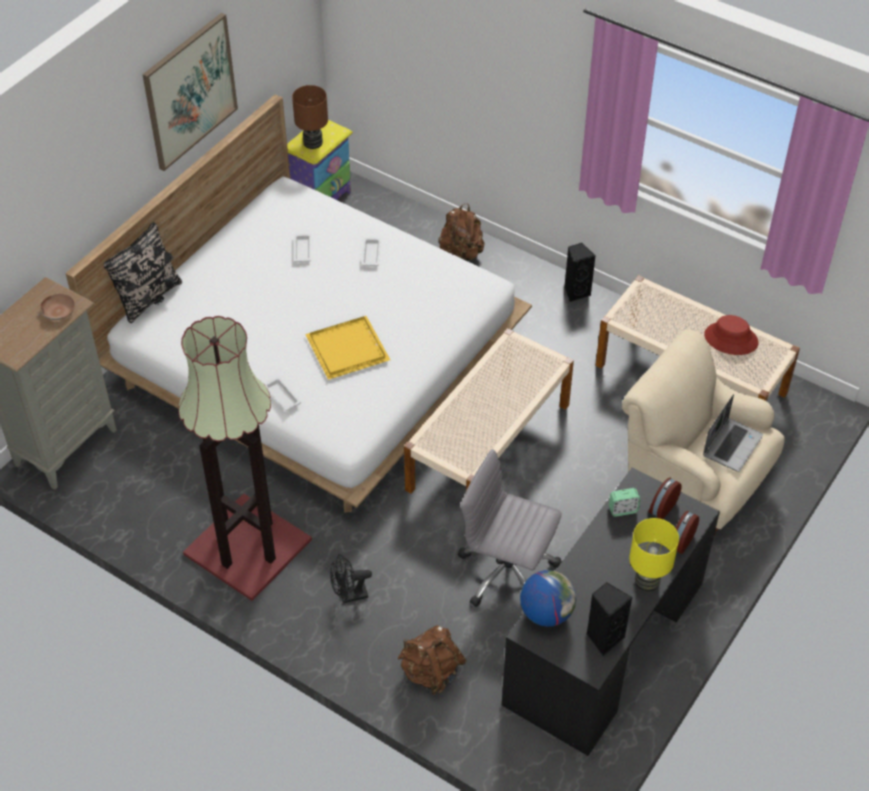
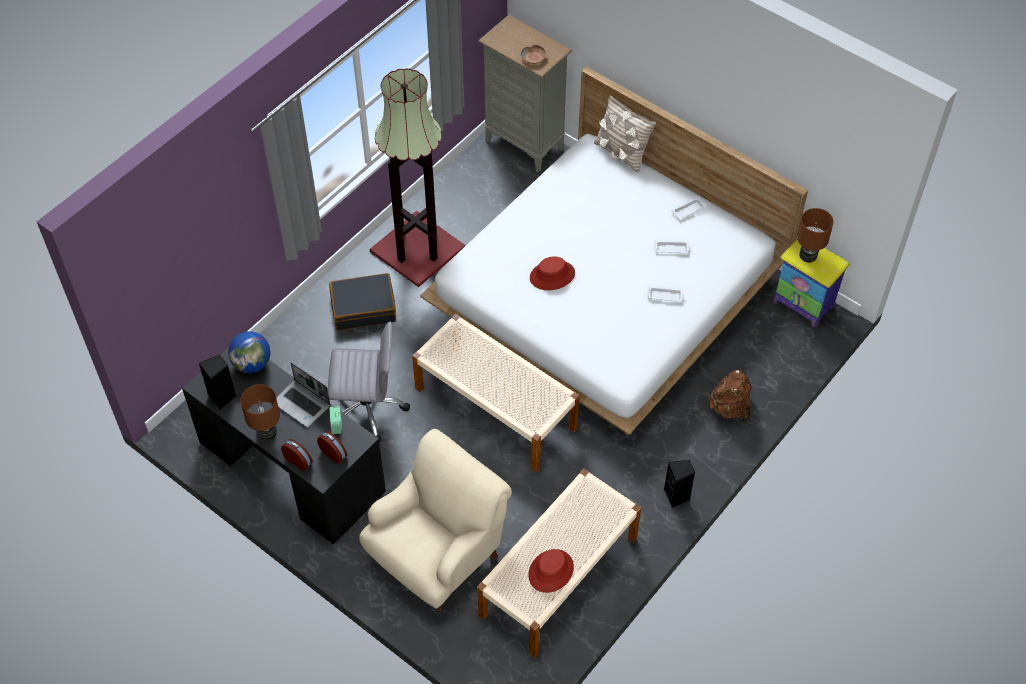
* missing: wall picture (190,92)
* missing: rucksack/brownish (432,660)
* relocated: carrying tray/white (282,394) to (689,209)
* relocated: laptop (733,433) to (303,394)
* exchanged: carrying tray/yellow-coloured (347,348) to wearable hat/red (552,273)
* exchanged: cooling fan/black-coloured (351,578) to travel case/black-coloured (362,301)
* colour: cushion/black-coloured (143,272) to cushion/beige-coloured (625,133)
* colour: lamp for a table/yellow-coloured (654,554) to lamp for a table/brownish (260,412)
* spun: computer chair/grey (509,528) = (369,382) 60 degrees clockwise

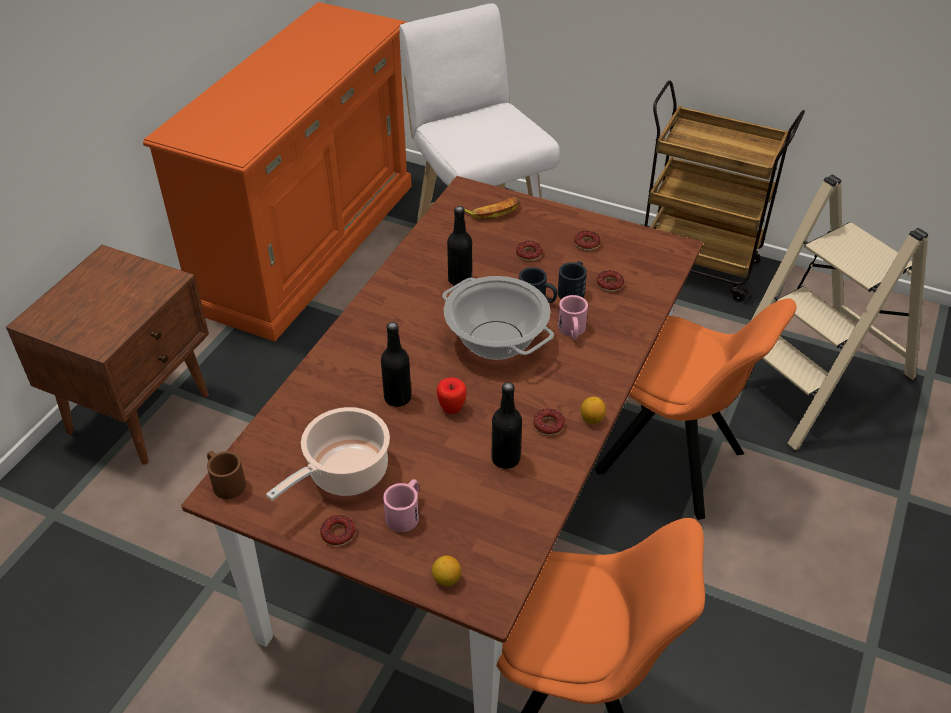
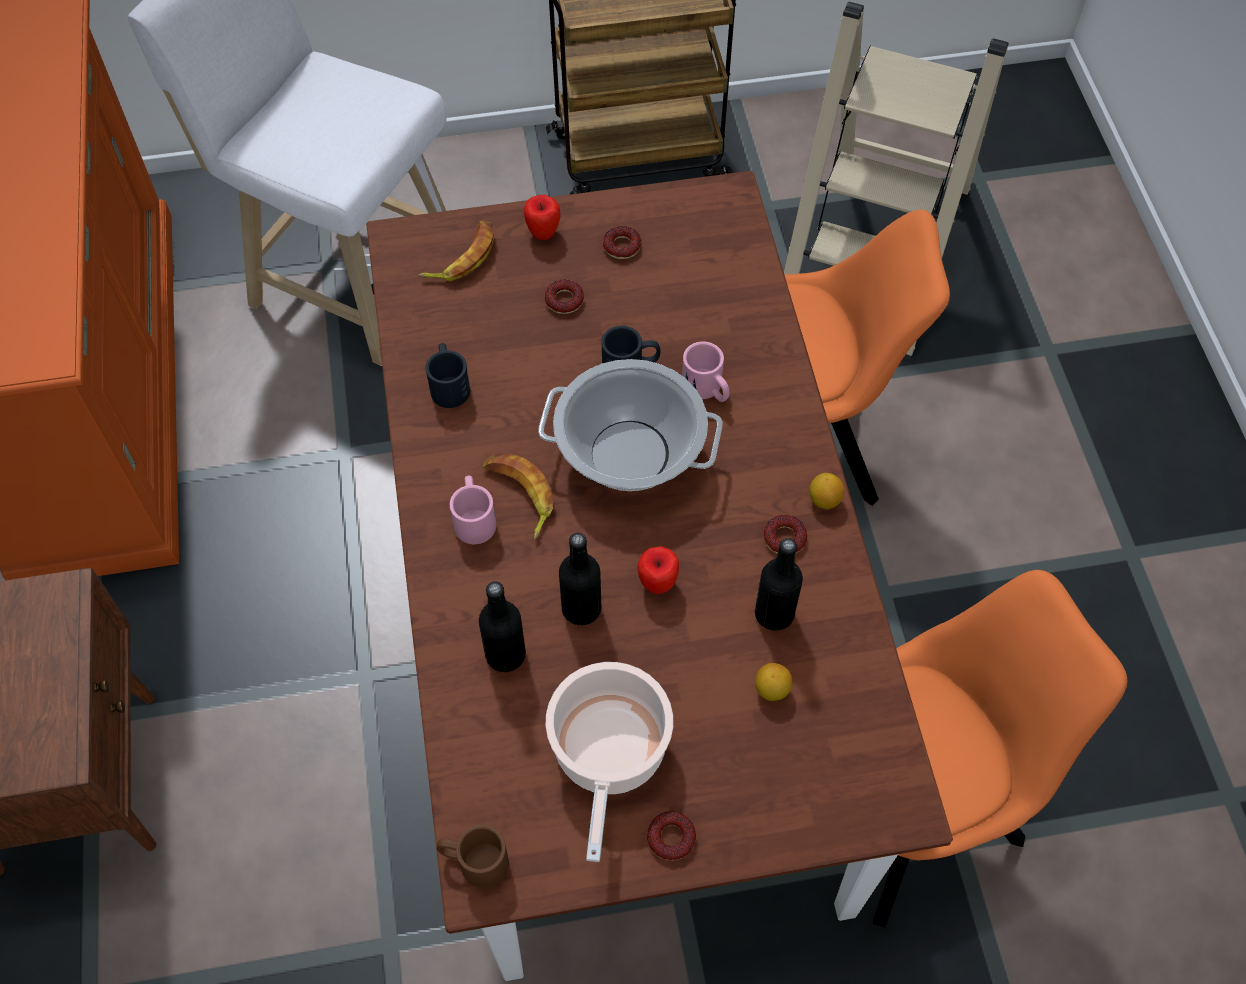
* missing: donut (610,281)
* appeared: banana fruit (517,496)
* appeared: apple (542,217)
* relocated: mug/pinkish (401,505) to (473,510)
* relocated: citrus fruit (446,571) to (773,682)
* relocated: drink bottle/black-coloured (459,246) to (502,626)
* relocated: mug/black-coloured (572,280) to (448,375)

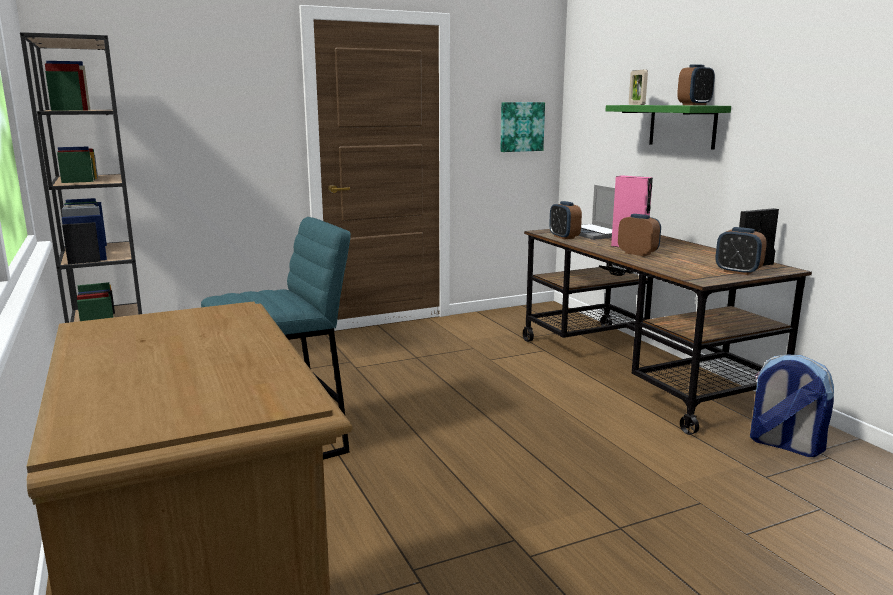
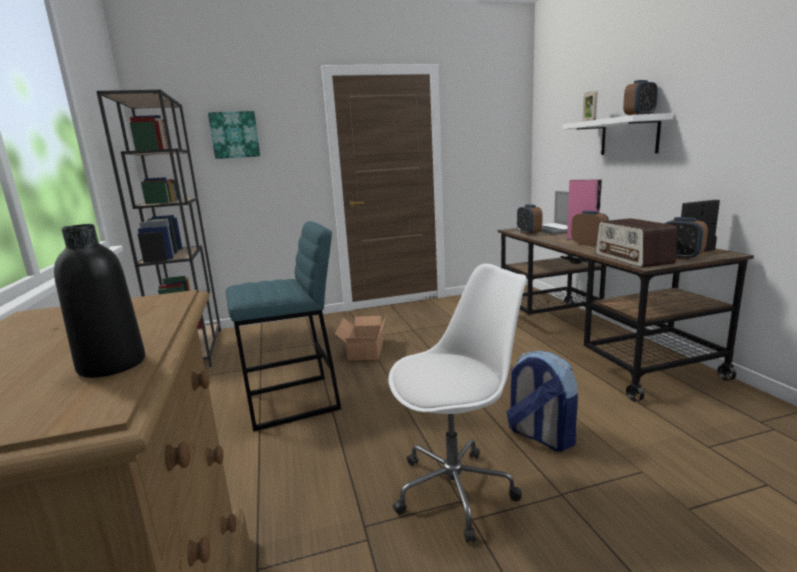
* appeared: drink bottle/black-coloured (99,301)
* appeared: carton (360,338)
* appeared: computer chair/white (457,403)
* appeared: radio set (636,243)
* relocated: wall picture (522,127) to (234,135)
* relocated: rucksack (792,405) to (542,401)
* colour: bracket shelf/green-coloured (668,127) to bracket shelf/white (618,134)

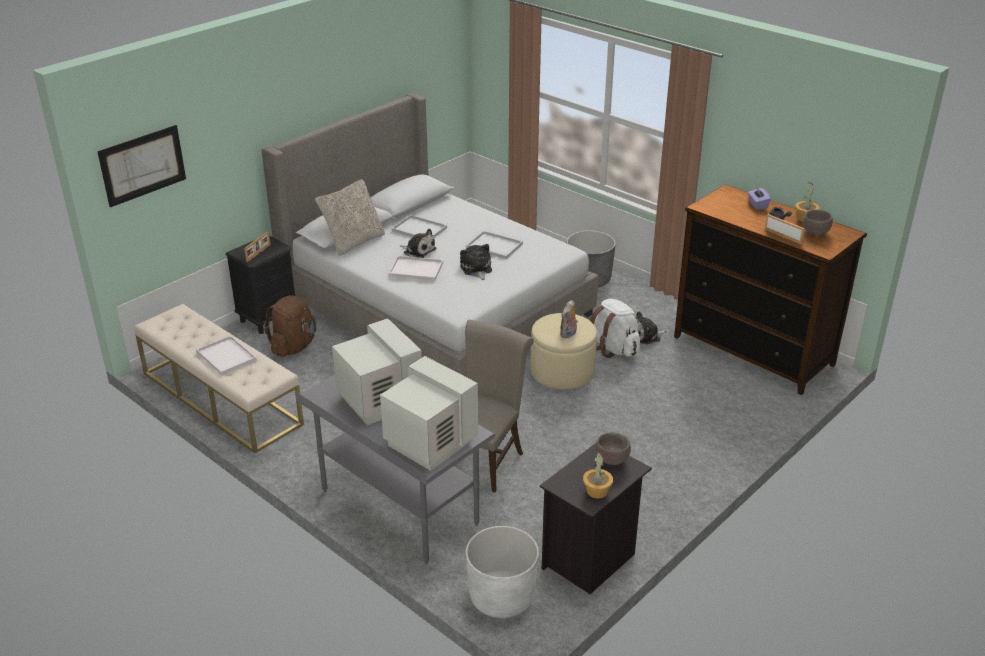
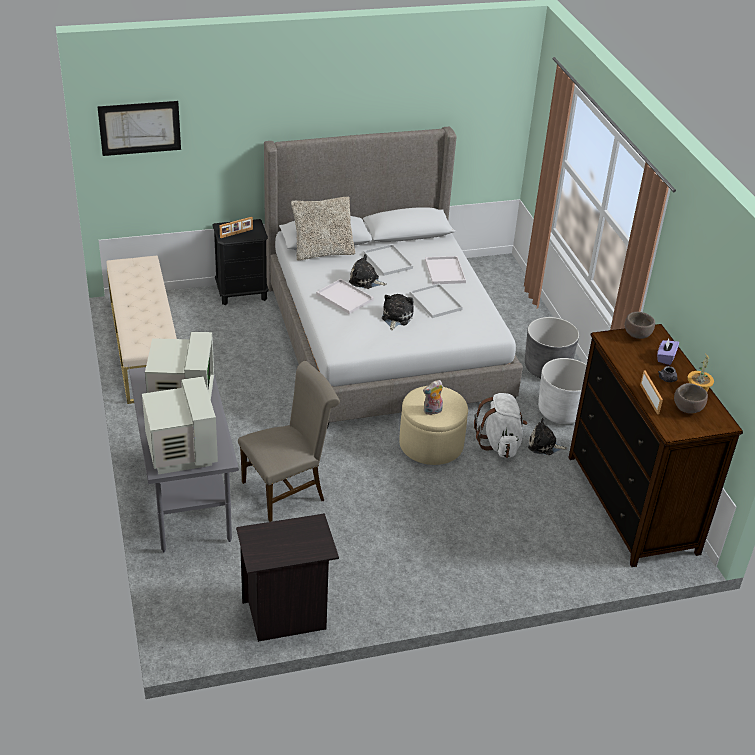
* missing: rucksack/brownish (290,326)
* missing: plant in a pot (598,476)
* relocated: carrying tray/white (226,355) to (445,270)
* relocated: plant pot/white (502,572) to (562,391)
* relocated: deep dish/brownish (613,448) to (640,325)
* spun: cuddly toy (418,243) = (368,271) 135 degrees clockwise

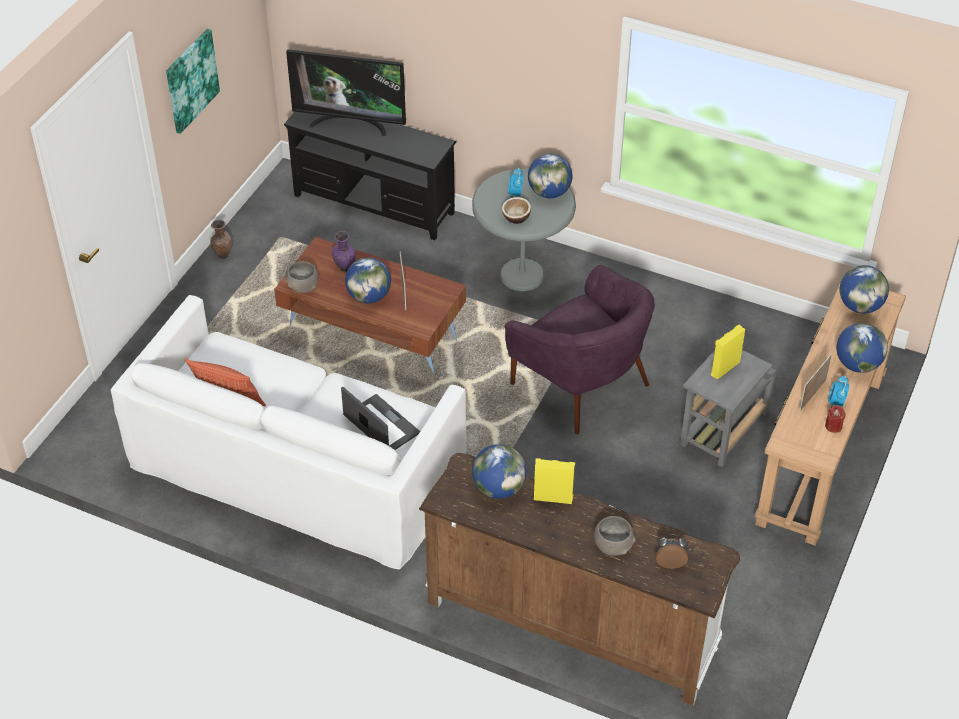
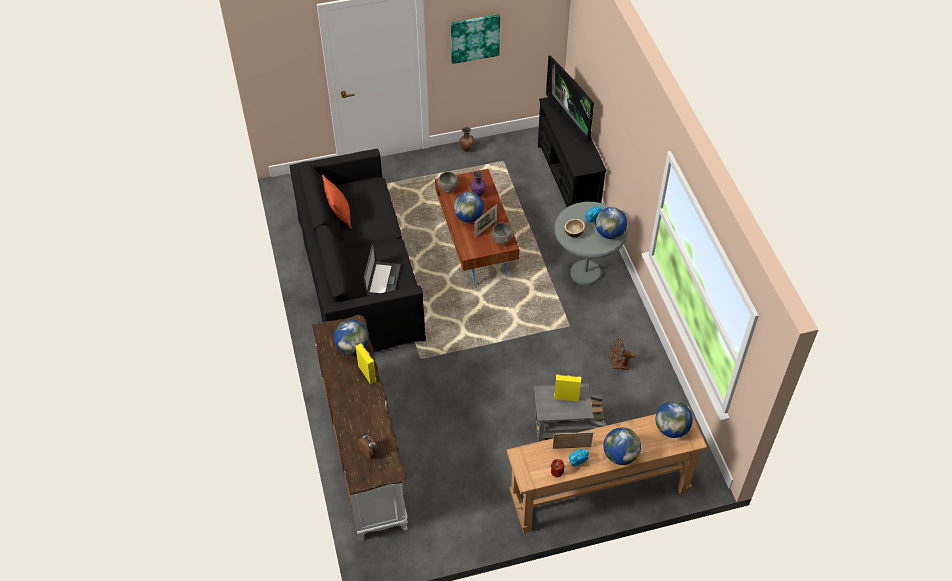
* missing: lounge chair/purplish (580,350)
* appeared: cooling fan/brownish (622,354)
* relocated: deep dish/grey (615,536) to (502,233)
* colour: sofa/white (289,432) to sofa/black-coloured (358,250)

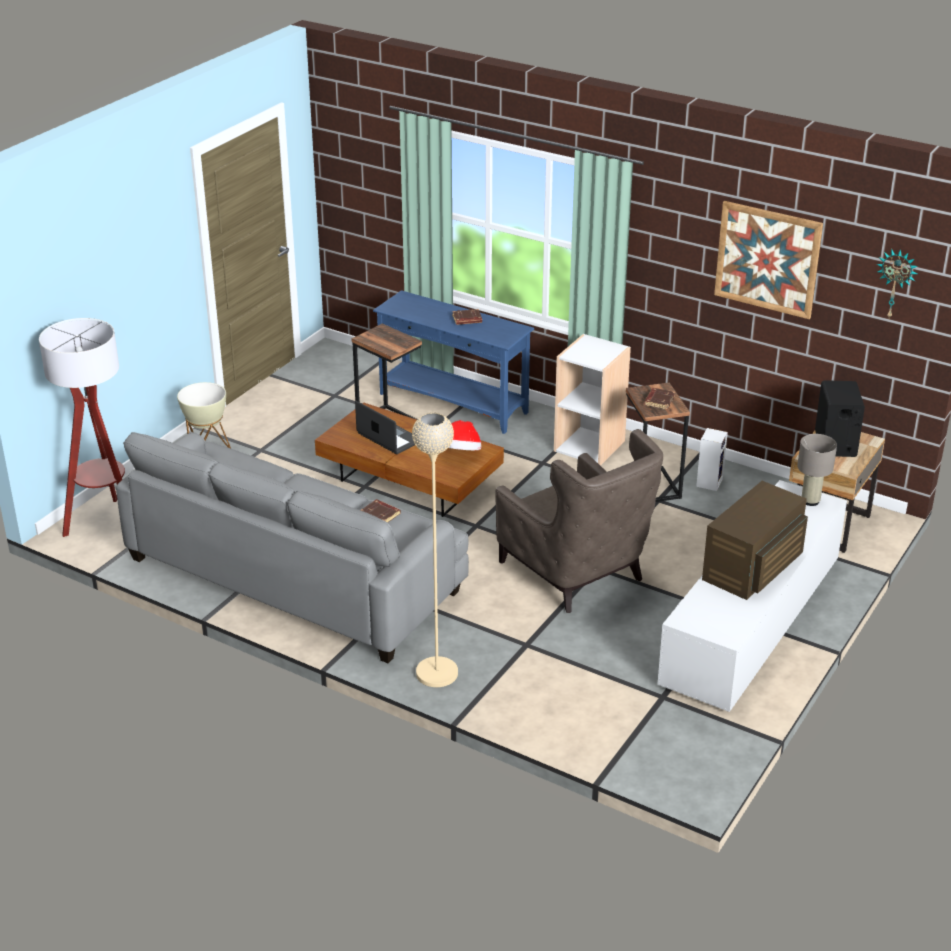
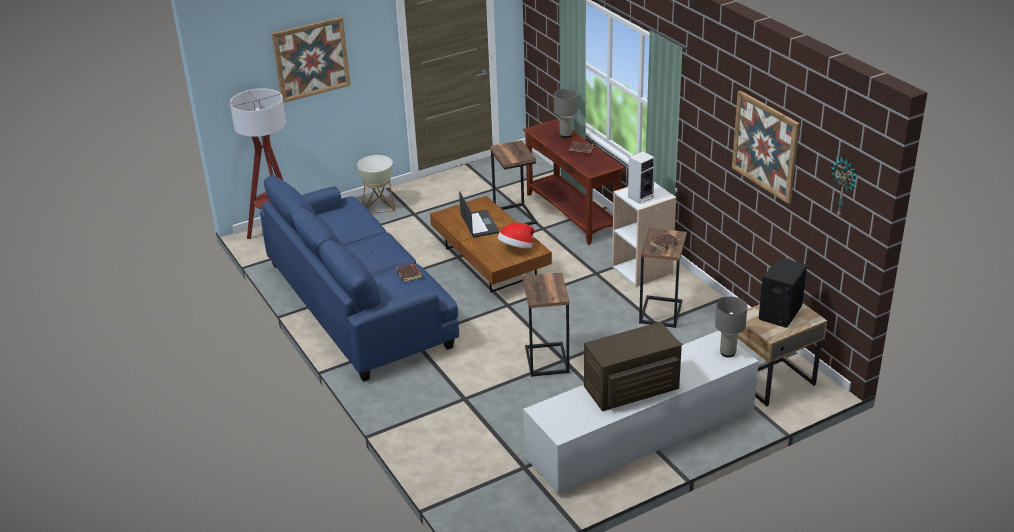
* missing: standing lamp/beige-coloured (435,549)
* appeared: wall picture (311,60)
* appeared: lamp for a table/grey (566,113)
* relocated: speaker (712,459) to (641,177)
* exchanged: lounge chair/grey (579,521) to accent table (546,325)
* colour: sofa/grey (292,547) to sofa/blue-coloured (359,278)
* colour: hall table/blue-coloured (453,362) to hall table/brownish (573,182)

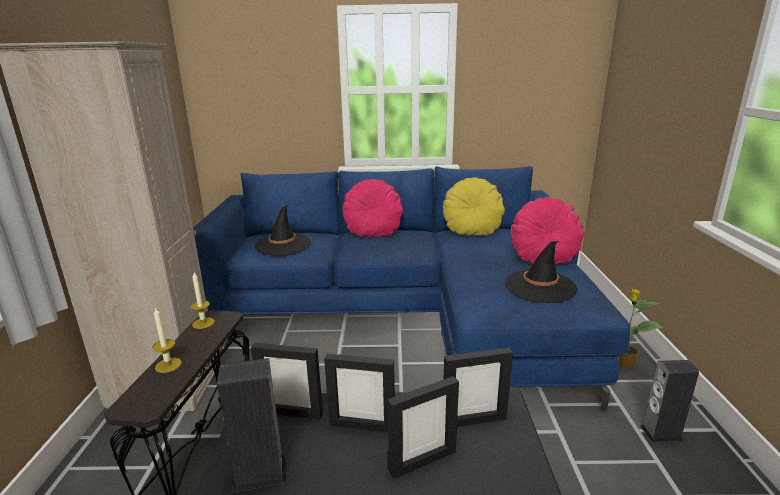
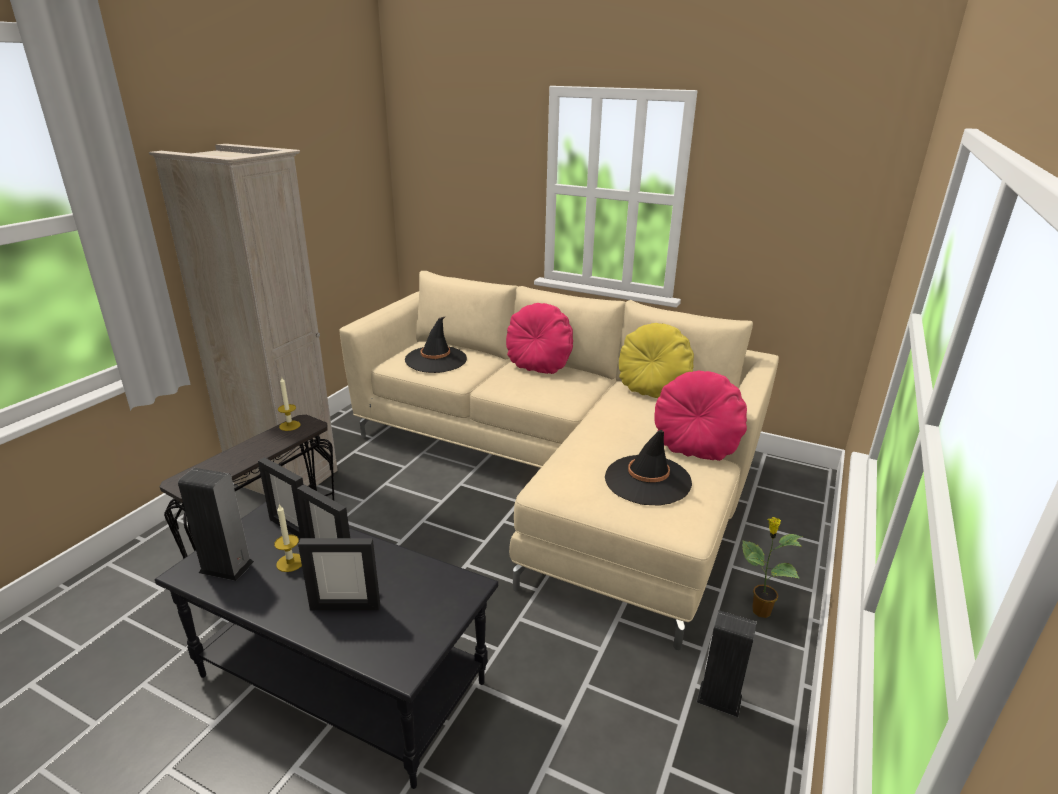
* missing: picture frame (478,387)
* relocated: candle (167,340) to (288,537)
* colour: sofa/blue-coloured (411,288) to sofa/beige-coloured (559,460)

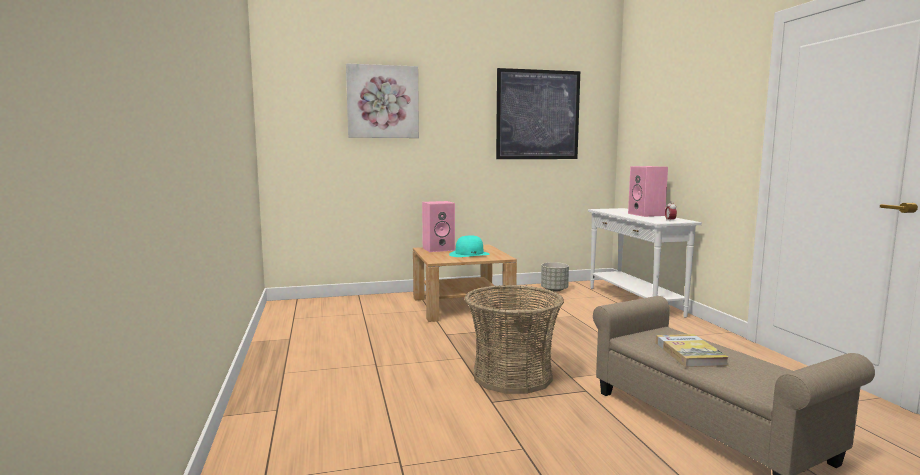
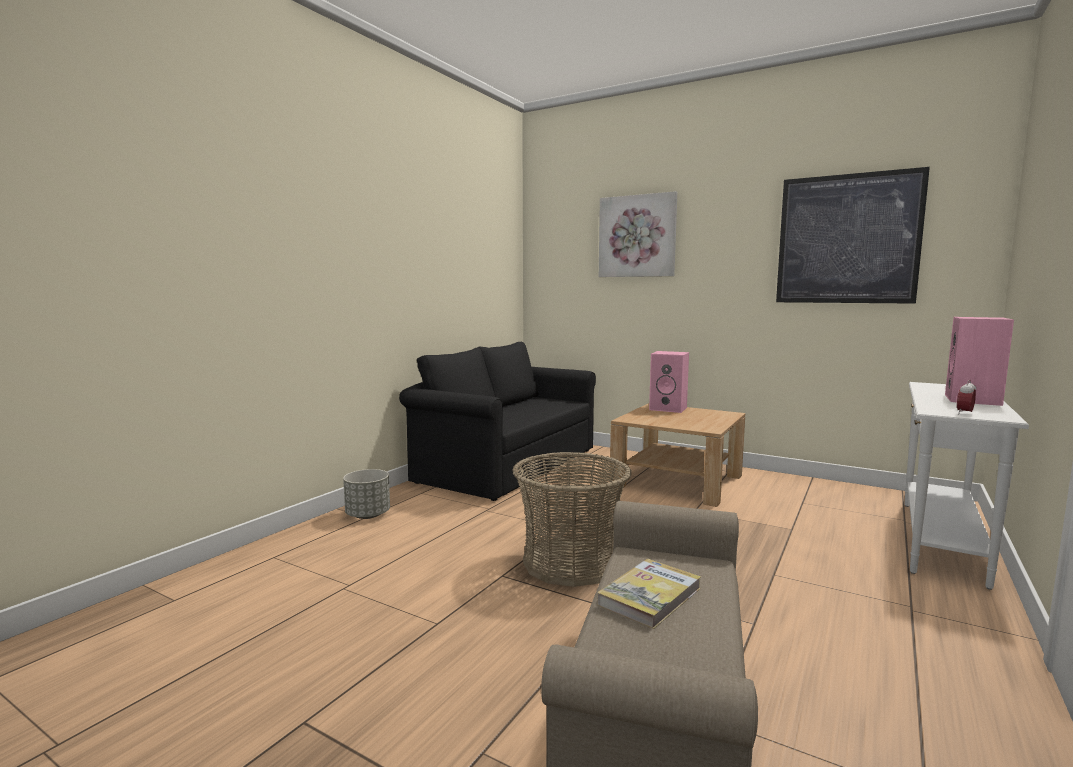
* missing: wearable hat/turquoise (469,246)
* appeared: sofa/black-coloured (497,421)
* relocated: plant pot/grey (555,277) to (366,494)

